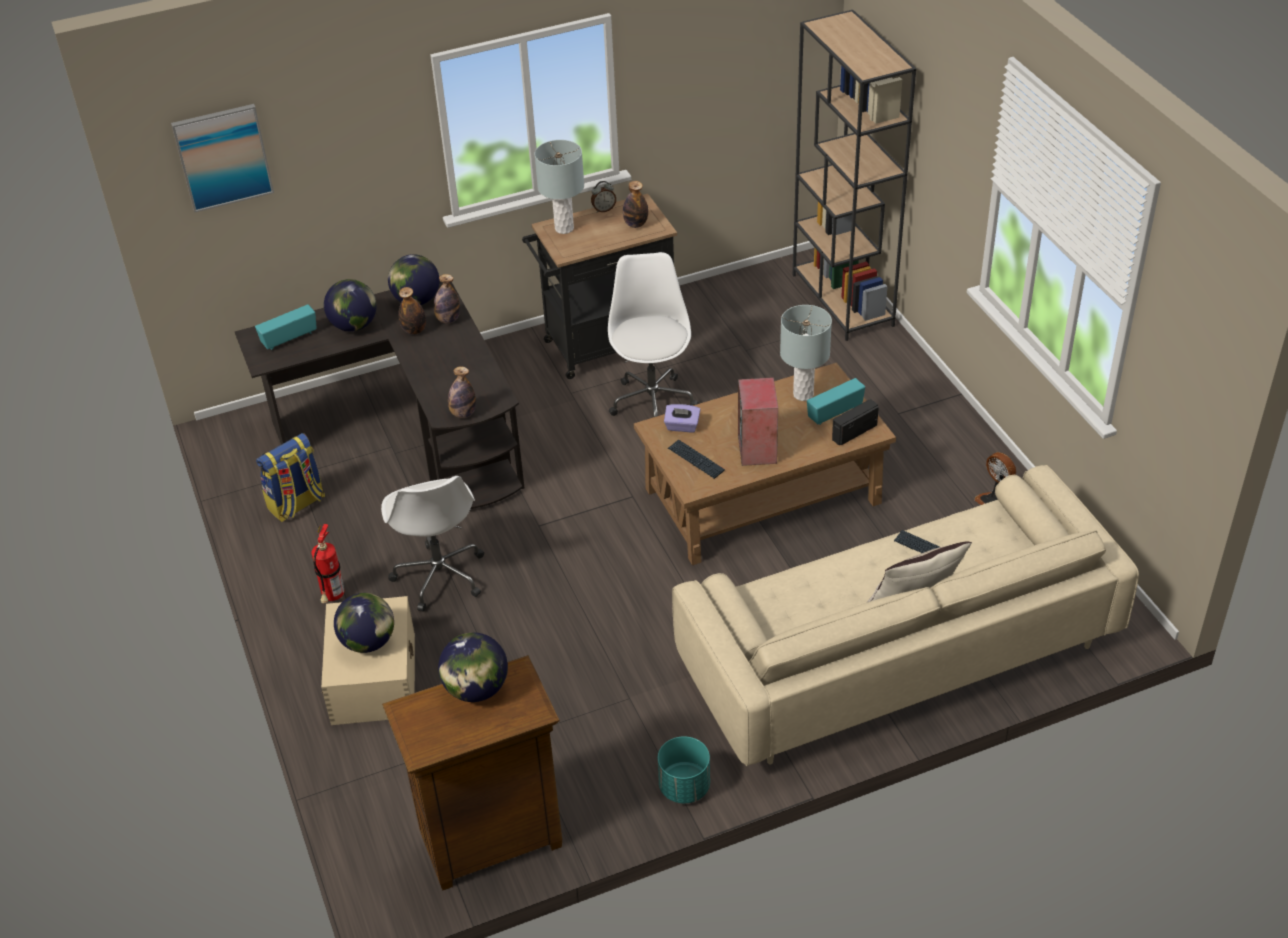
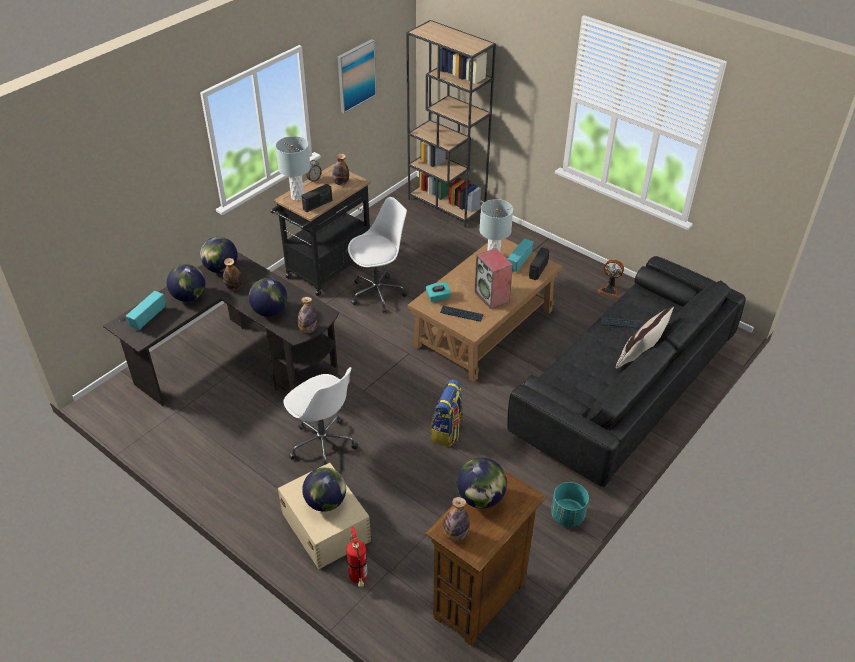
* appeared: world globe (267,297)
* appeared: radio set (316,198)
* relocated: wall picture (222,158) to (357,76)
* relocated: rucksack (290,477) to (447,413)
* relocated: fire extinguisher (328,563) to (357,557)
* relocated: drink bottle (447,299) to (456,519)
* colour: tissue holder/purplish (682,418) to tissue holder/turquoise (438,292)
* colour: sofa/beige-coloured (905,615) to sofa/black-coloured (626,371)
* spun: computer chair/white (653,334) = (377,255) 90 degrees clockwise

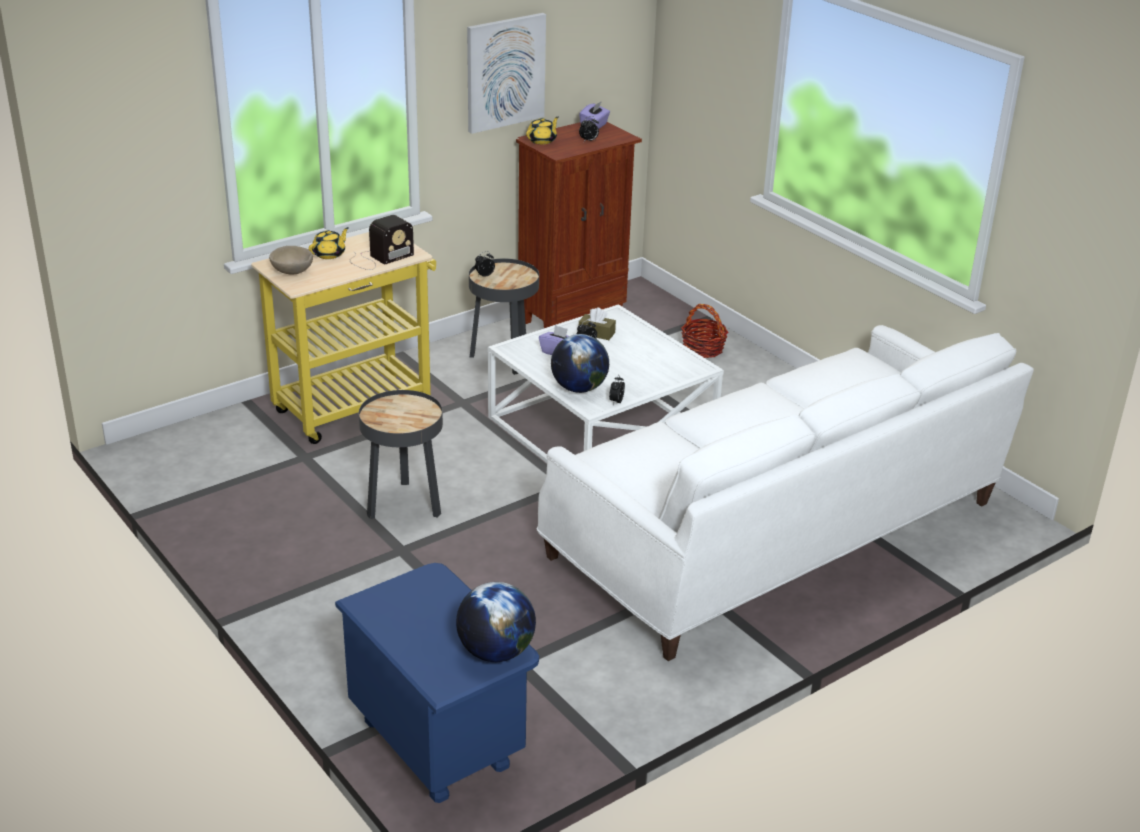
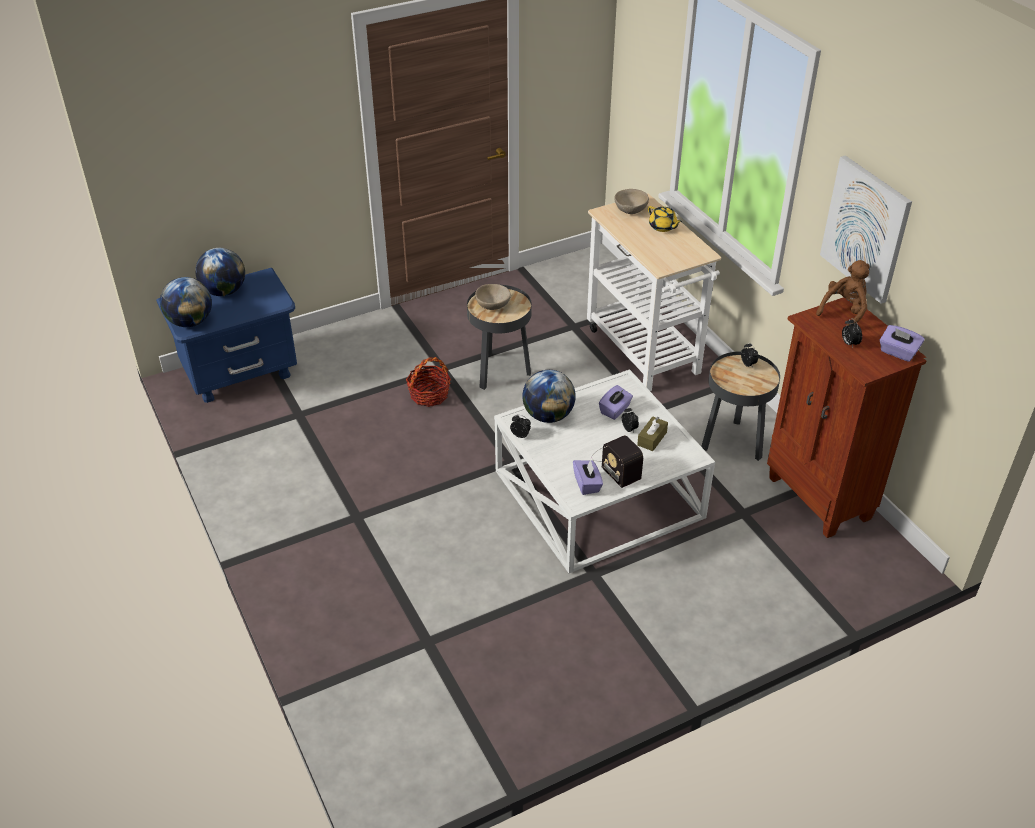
* missing: sofa/white (785,493)
* appeared: world globe (220,272)
* appeared: deep dish/beige-coloured (493,297)
* appeared: tissue holder/purplish (588,477)
* relocated: radio set (382,242) to (617,461)
* relocated: household basket (705,331) to (428,382)
* exchanged: tea pot/yellow-coloured (542,130) to cuddly toy/brownish (843,293)
* colour: cart/yellow-coloured (343,338) to cart/white (654,292)

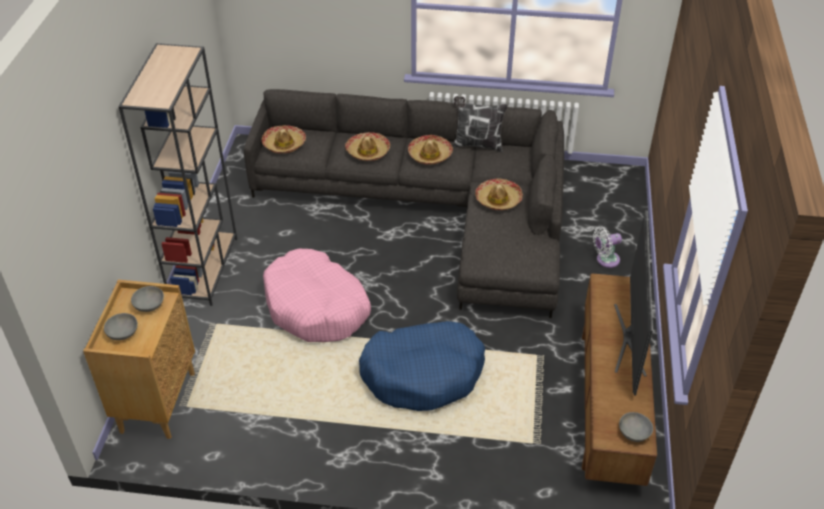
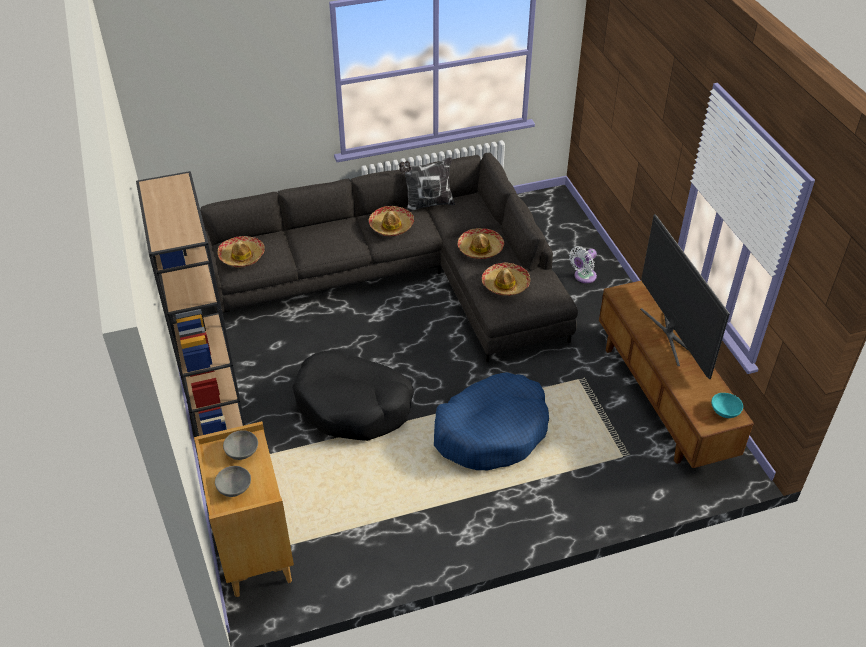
* relocated: wearable hat (367,146) to (506,279)
* colour: dog cushion/pinkish (317,295) to dog cushion/black-coloured (353,395)
* colour: deep dish/grey (636,427) to deep dish/turquoise (727,405)

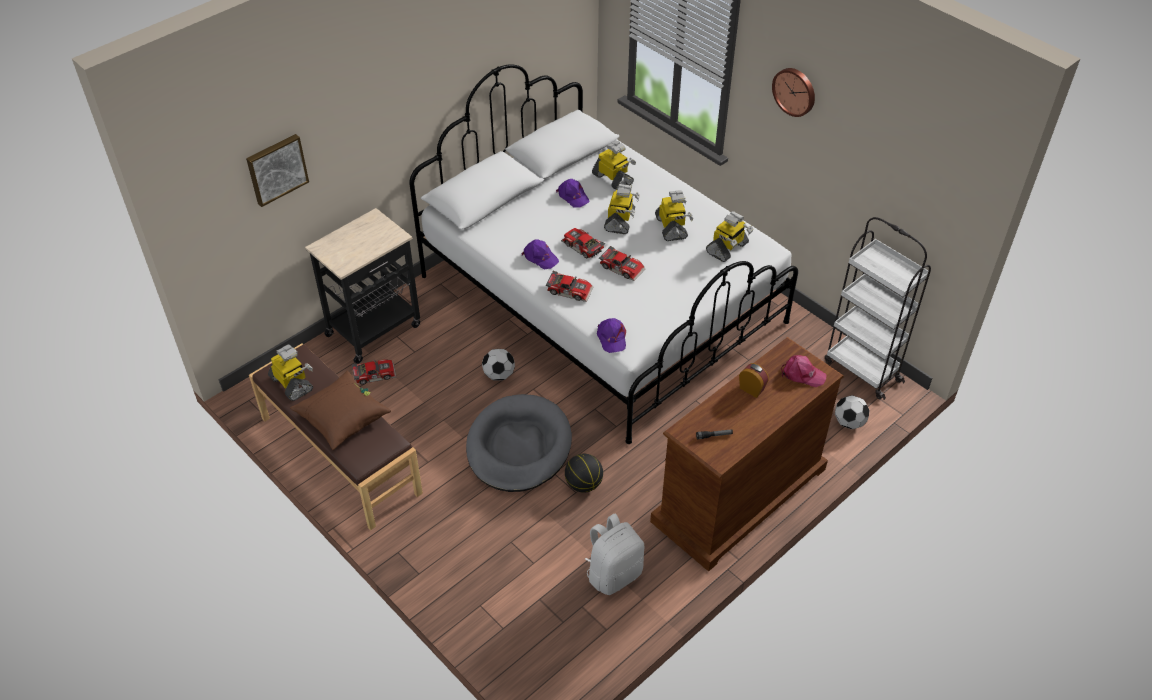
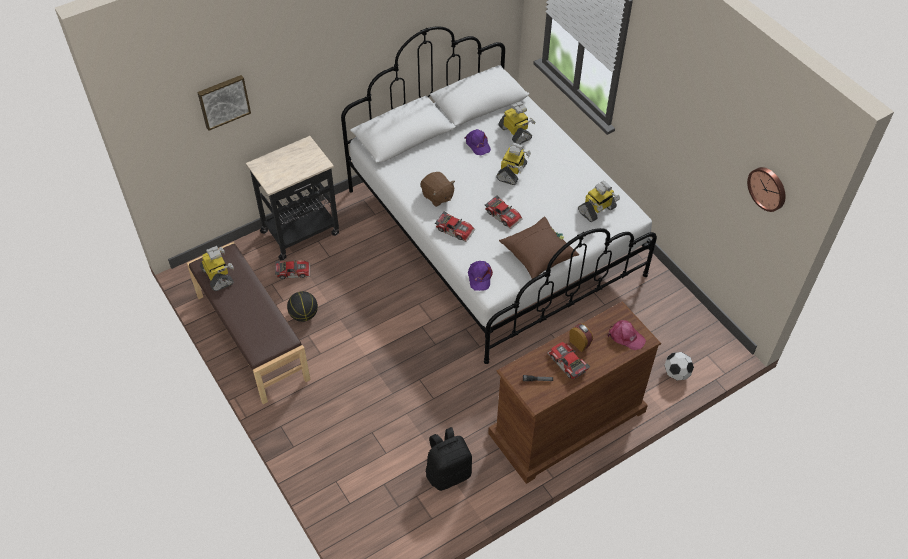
* missing: dog cushion/grey (519,443)
* missing: football (498,365)
* missing: robot figure (674,215)
* missing: cart/white (878,308)
* relocated: cushion/brownish (340,410) to (539,247)
* relocated: toy car (583,243) to (568,360)
* relocated: basketball ball (584,473) to (302,306)
* relocated: hanging clock (793,92) to (766,189)
* exchanged: peaked cap/purplish (540,254) to cuddly toy/brownish (437,189)
* colour: rucksack/white (614,554) to rucksack/black-coloured (449,459)

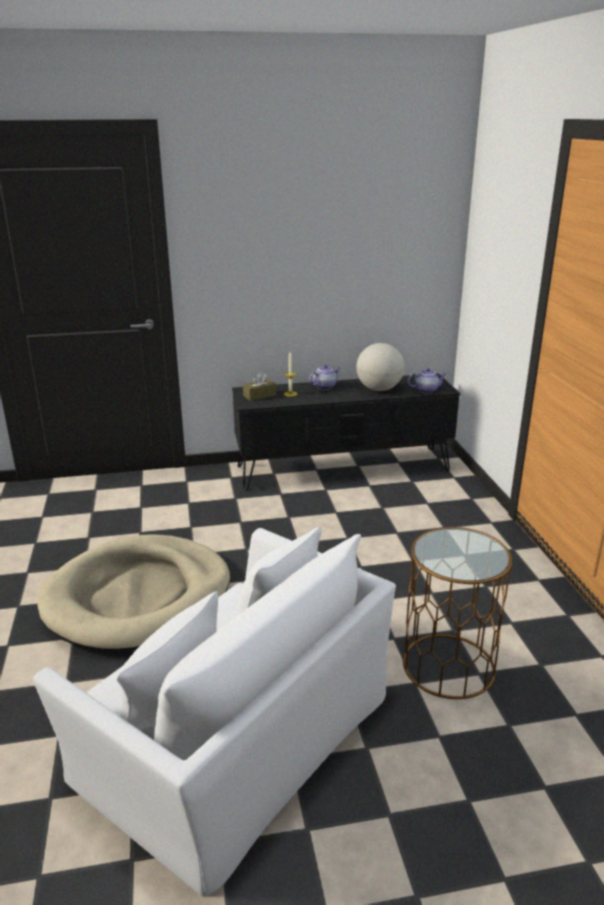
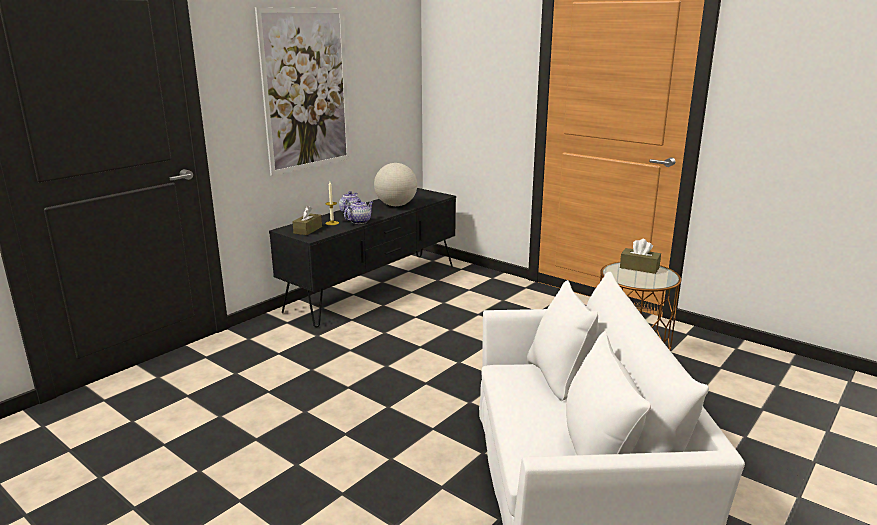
* missing: dog cushion/beige-coloured (133,592)
* appeared: wall picture (302,91)
* appeared: tissue holder/brownish (640,256)
* relocated: tea pot (427,380) to (358,211)

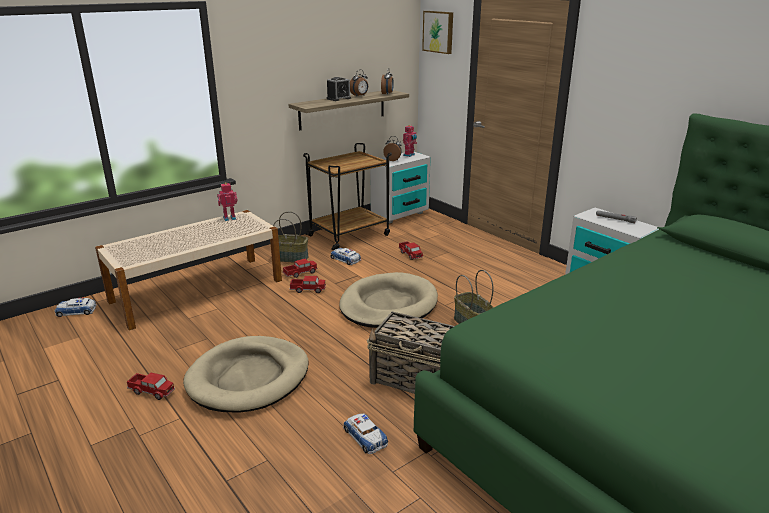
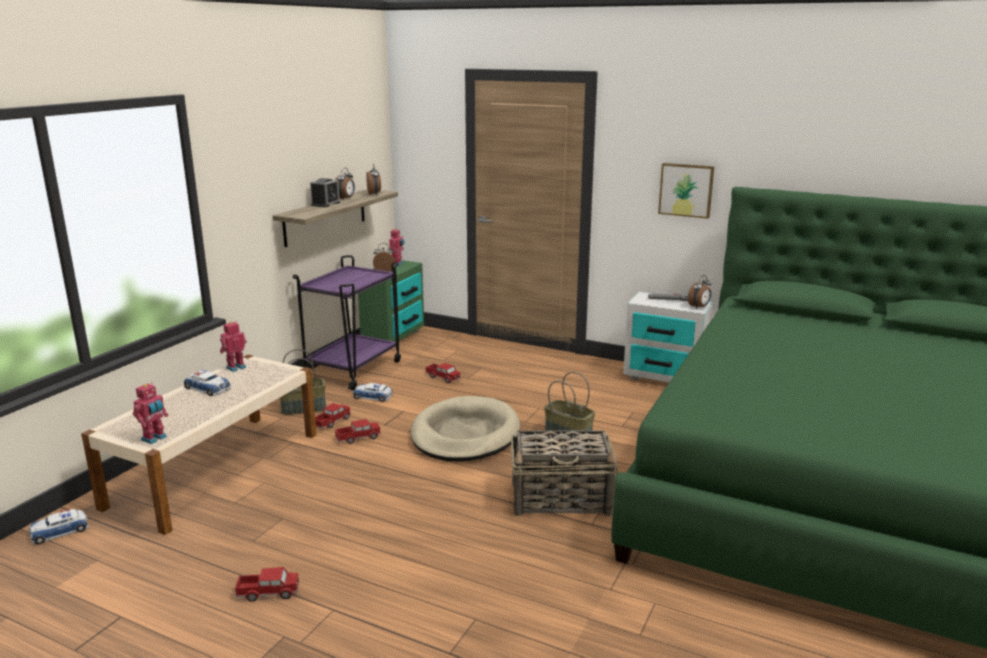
* missing: dog cushion/beige-coloured (246,374)
* appeared: robot figure (150,413)
* appeared: alarm clock (699,292)
* relocated: toy car (365,433) to (207,383)
* relocated: wall picture (437,32) to (686,191)
* colour: cart/brownish (347,196) to cart/purplish (347,322)
* colour: bedside table/white (400,187) to bedside table/green-coloured (391,301)

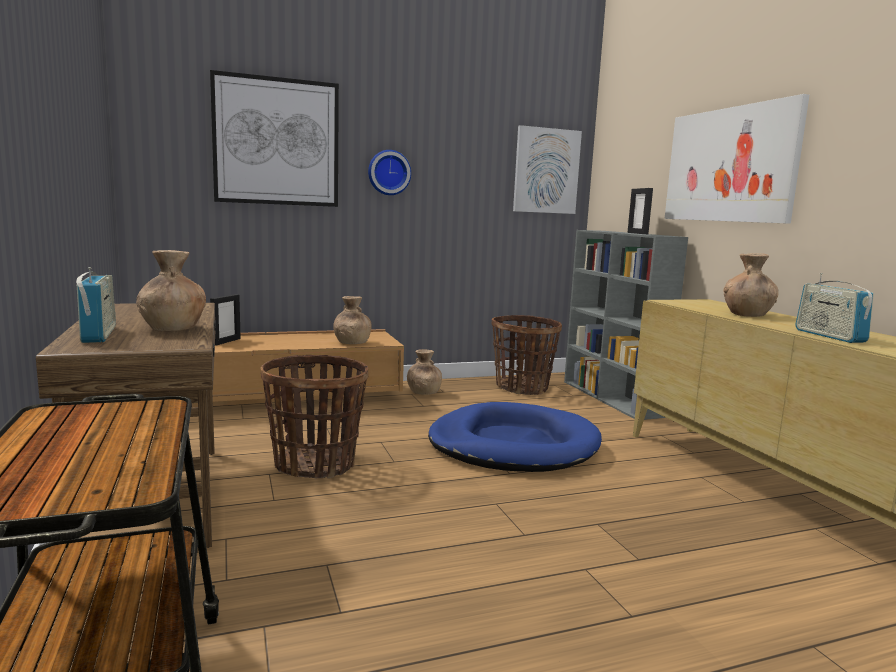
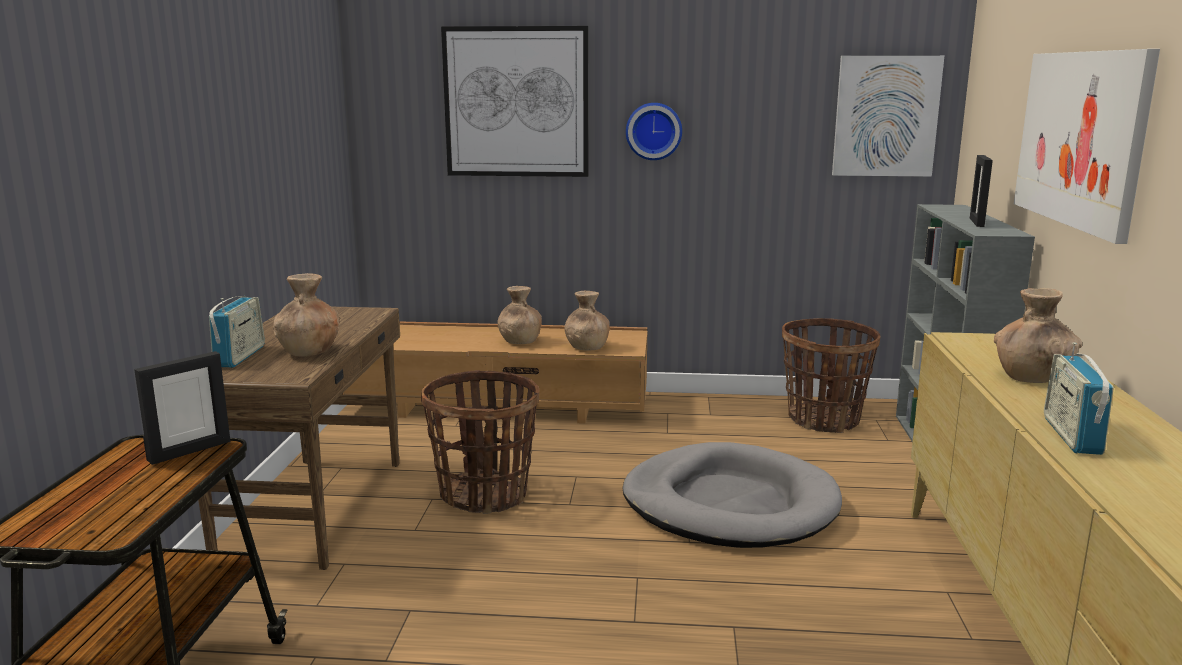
* relocated: picture frame (225,320) to (182,408)
* relocated: decorative vase/brownish (424,372) to (519,315)
* colour: dog cushion/blue-coloured (515,437) to dog cushion/grey (732,495)

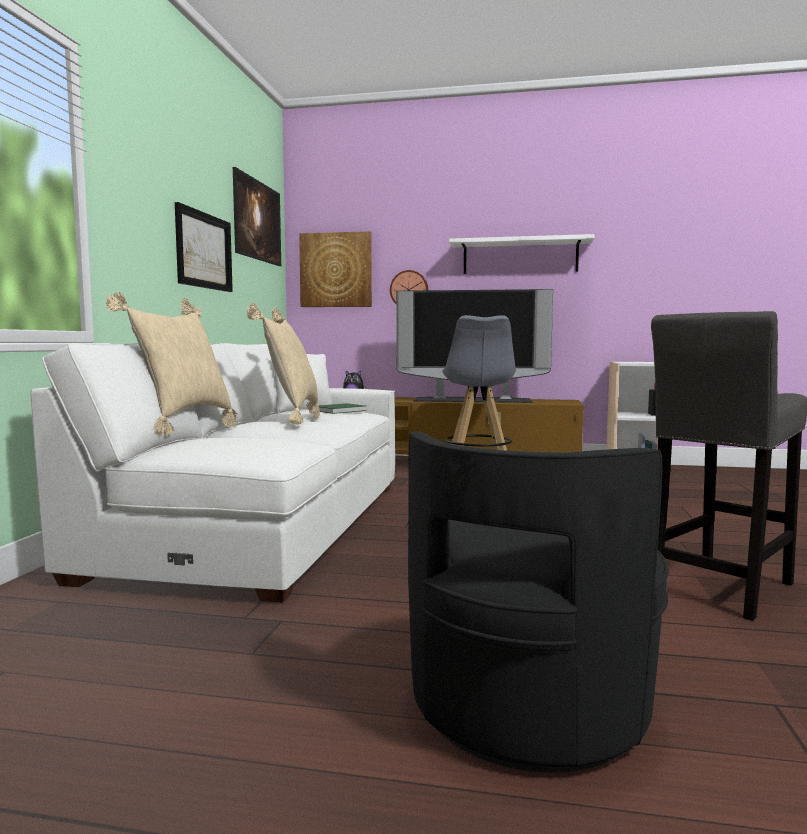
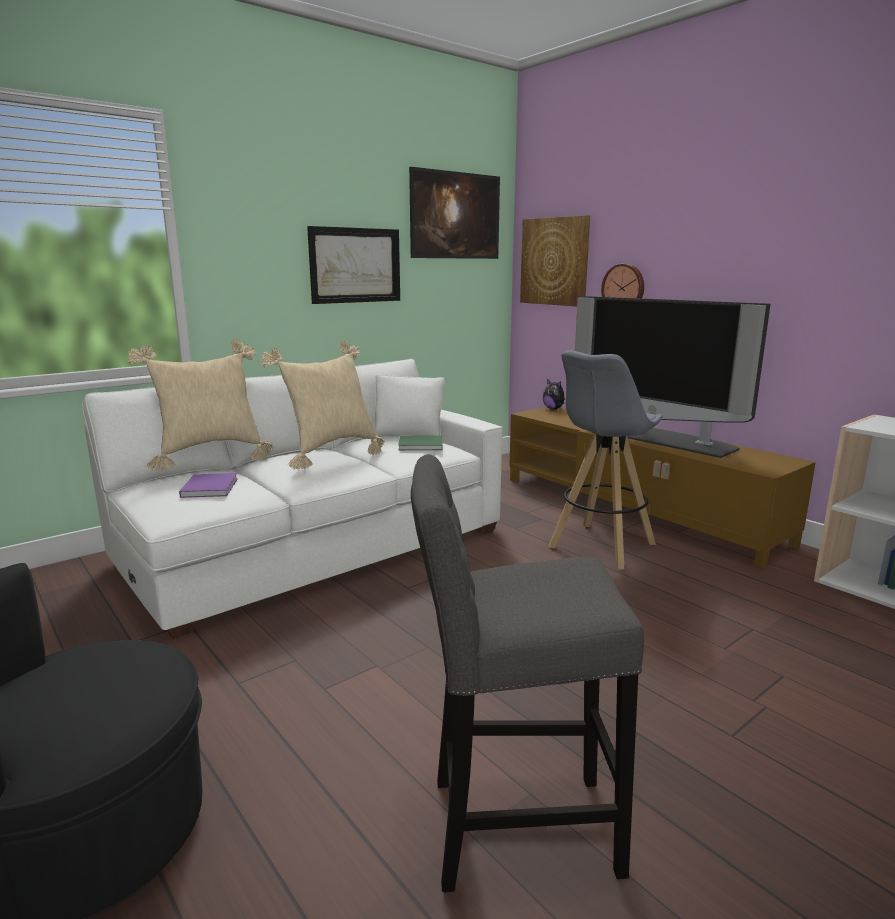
* missing: bracket shelf/white (521,254)
* appeared: book/purplish (208,485)

